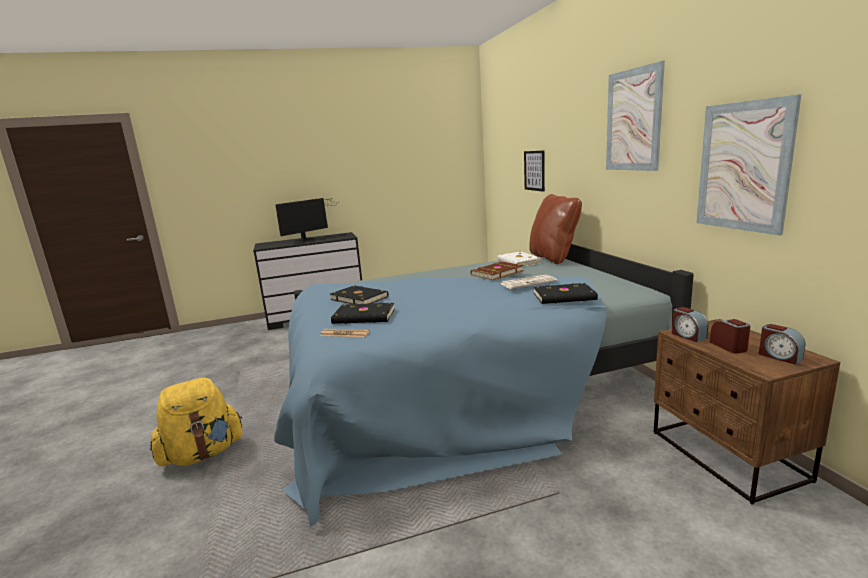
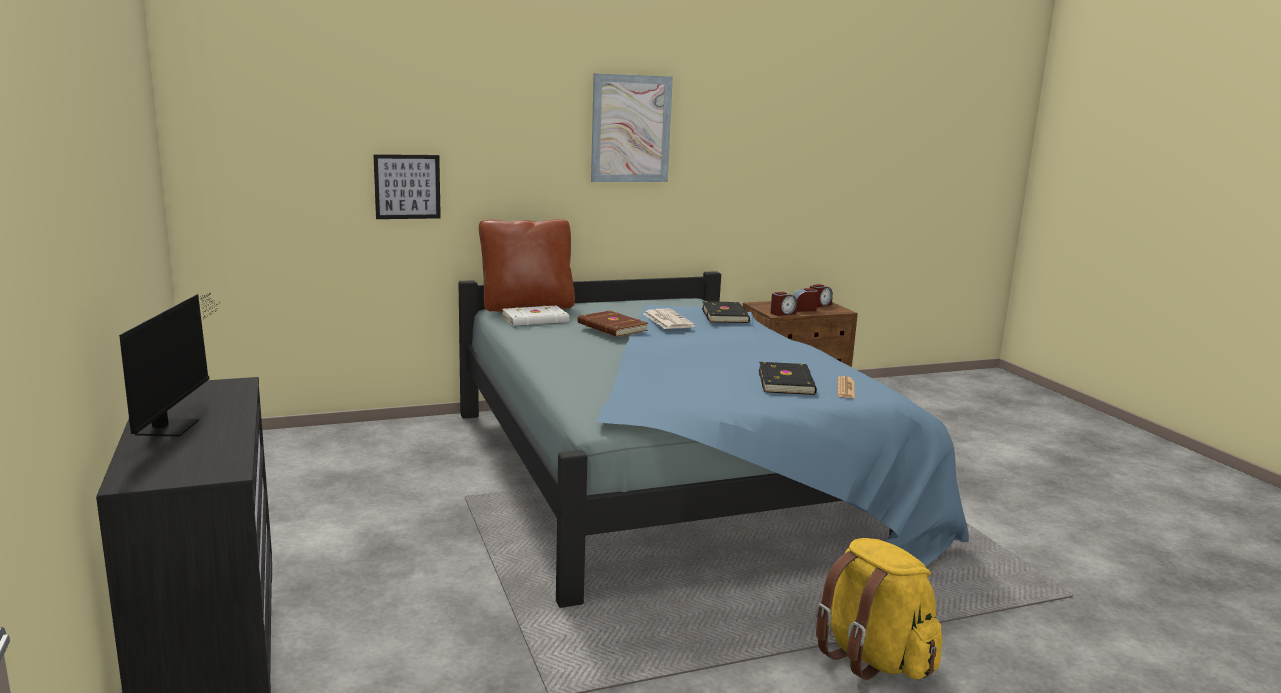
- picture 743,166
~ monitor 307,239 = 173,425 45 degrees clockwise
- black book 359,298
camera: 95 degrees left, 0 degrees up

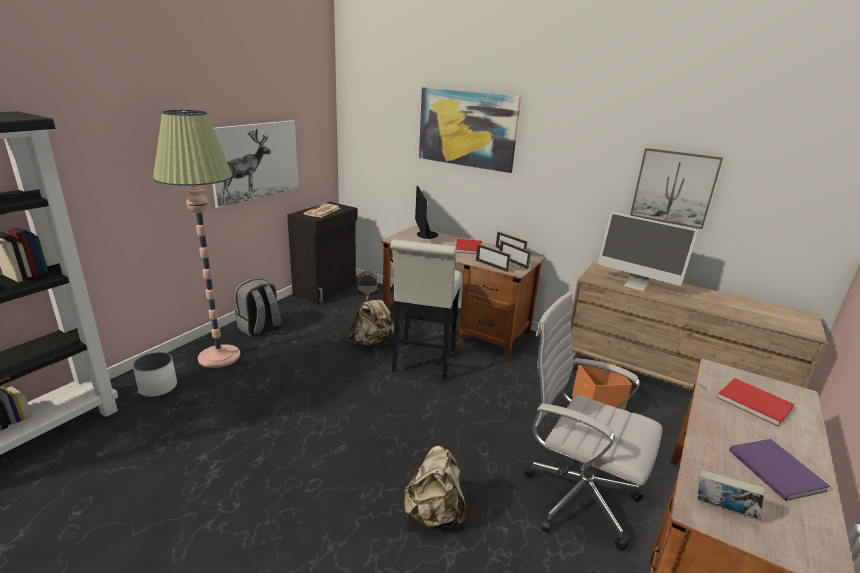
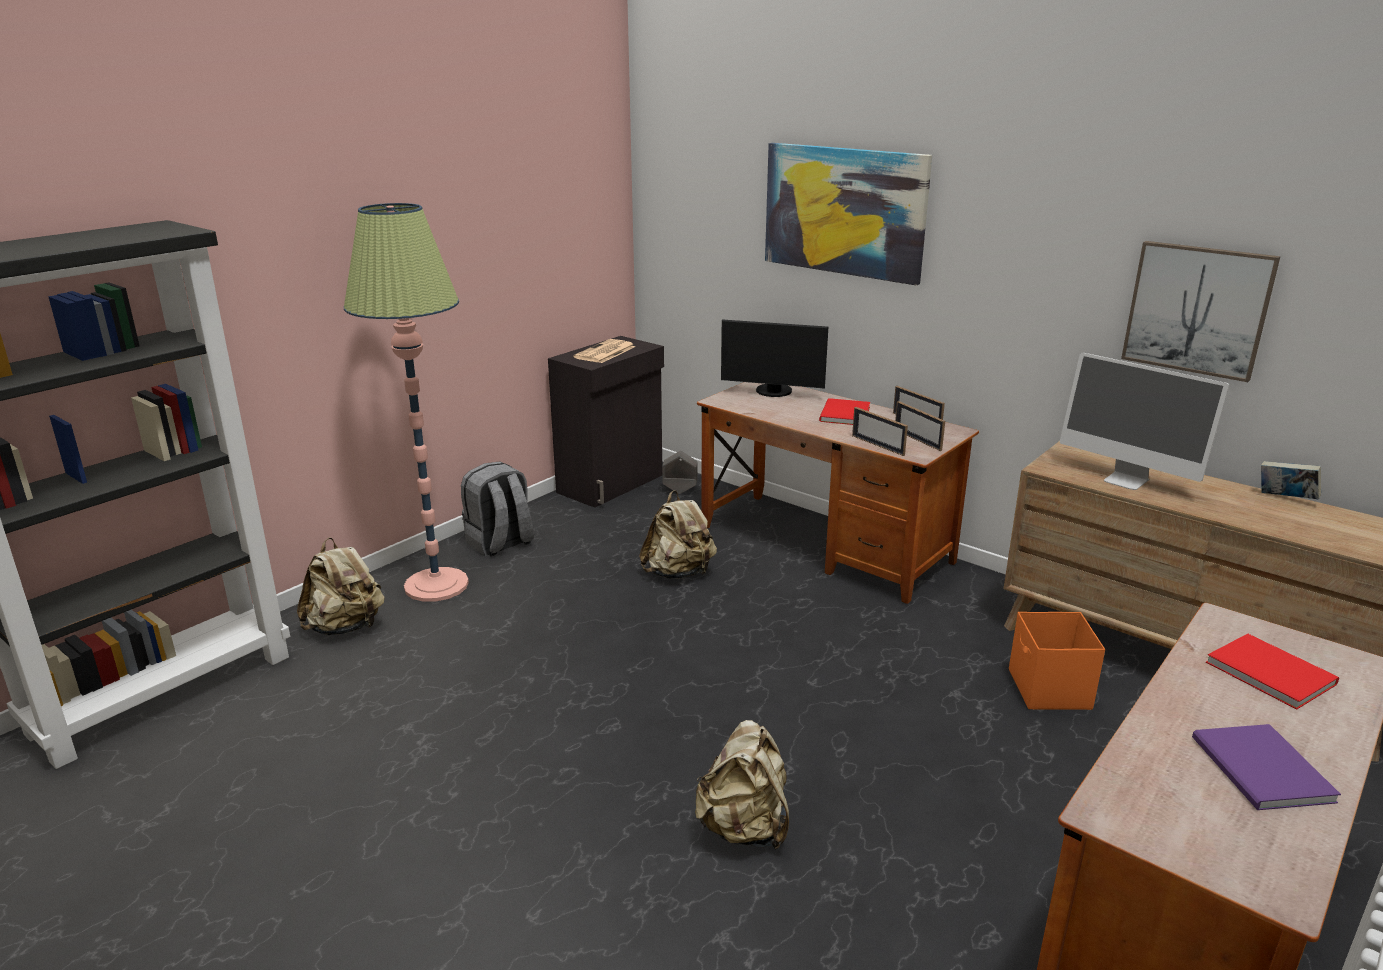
- picture 255,161
~ monitor 424,235 = 773,392 75 degrees counterclockwise
- white stool 422,364
- white office chair 574,497
~ white planter 158,387 to beige backpack 346,627
~ book 722,510 to 1285,498
camera: 10 degrees right, 0 degrees up

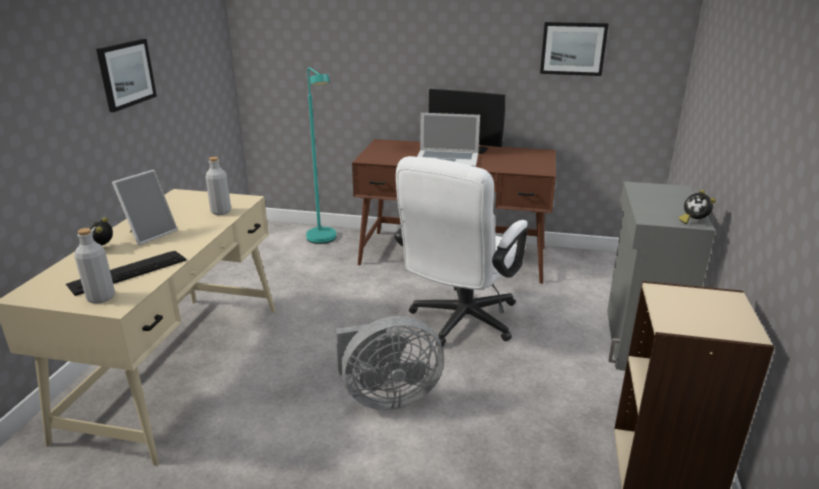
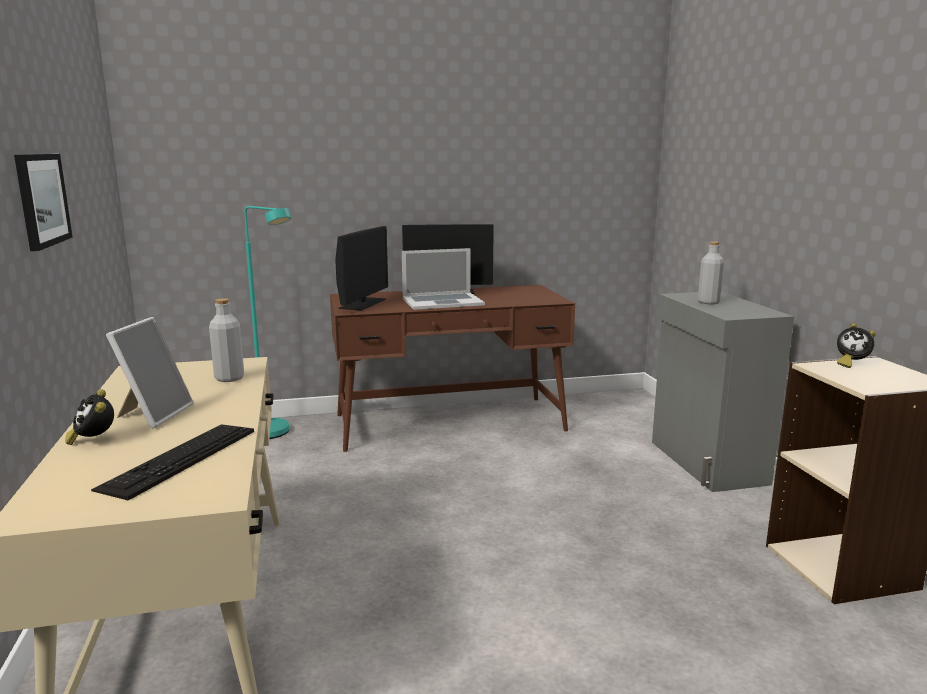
- picture 573,48
- white office chair 459,323
~ alarm clock 693,221 to 850,364
~ grey bottle 101,297 to 708,302
- grey fan 387,397
+ monitor 362,304
camera: 25 degrees left, 10 degrees down

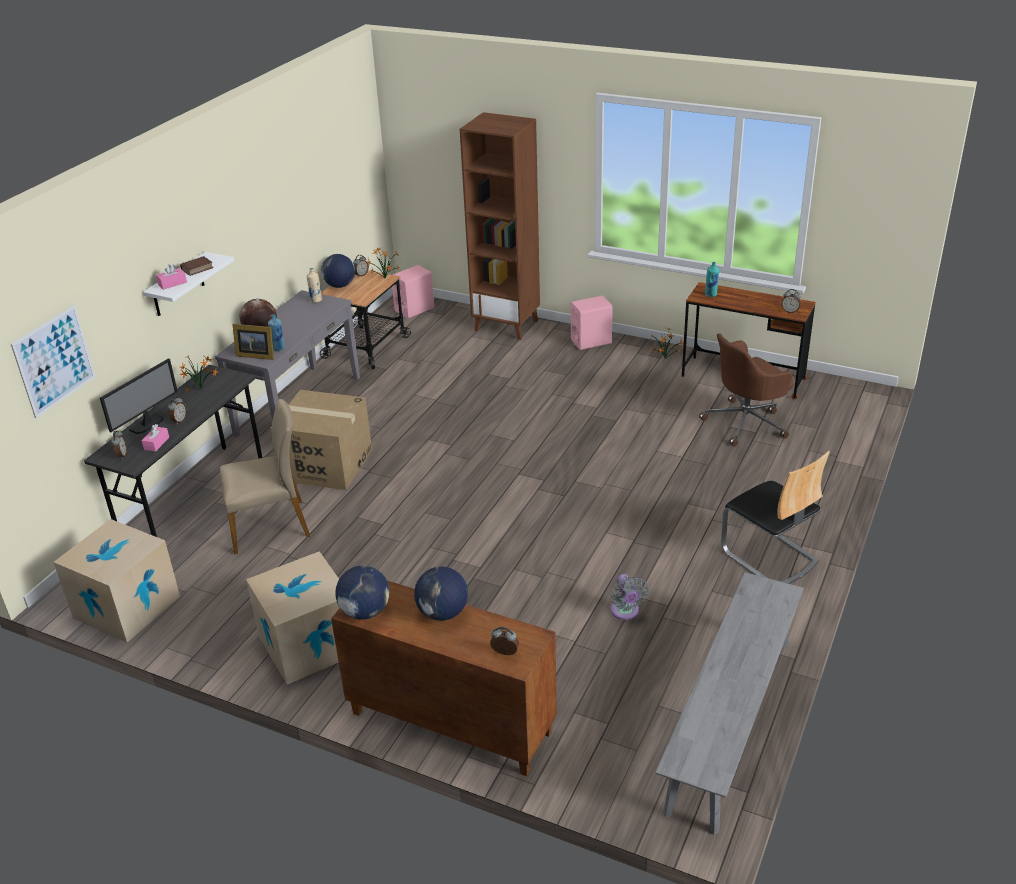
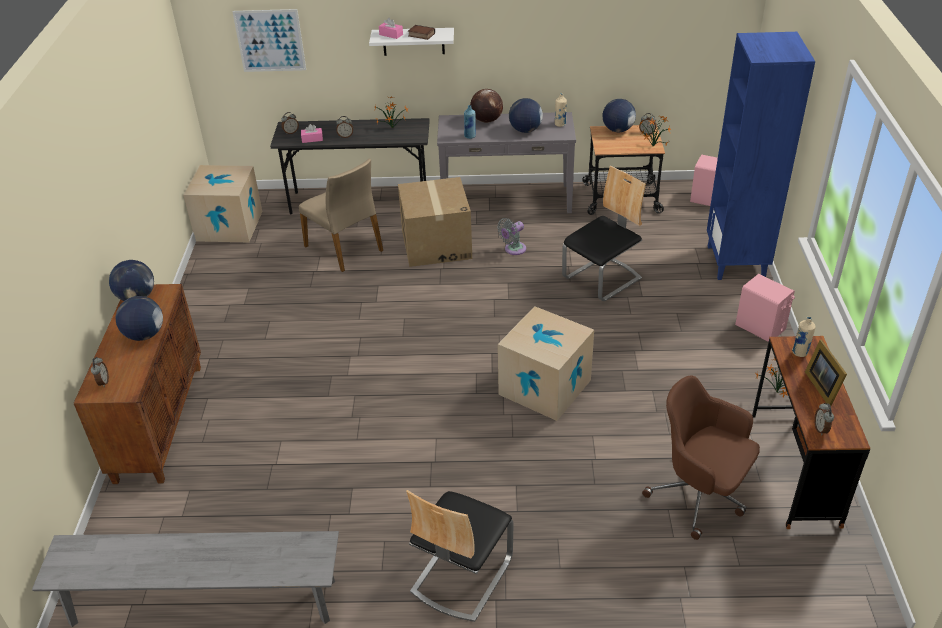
~ brown bookcase 507,325 to blue bookcase 736,262
~ turquoise bottle 711,294 to beige bottle 800,352
~ picture frame 255,355 to 822,386
- monitor 147,424
~ cardboard box 308,644 to 545,387
~ grey fan 625,612 to 513,249
+ globe 525,130
+ chair 602,279
camera: 65 degrees right, 5 degrees up

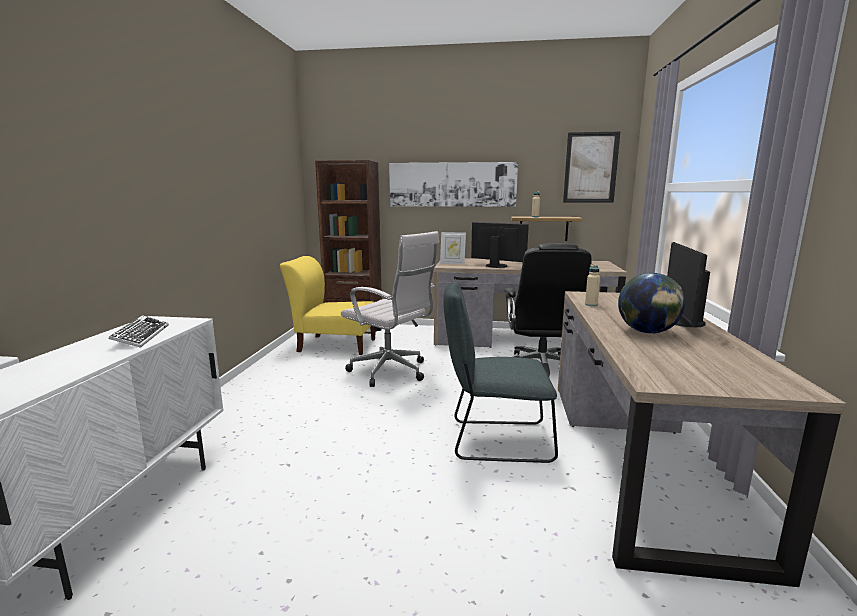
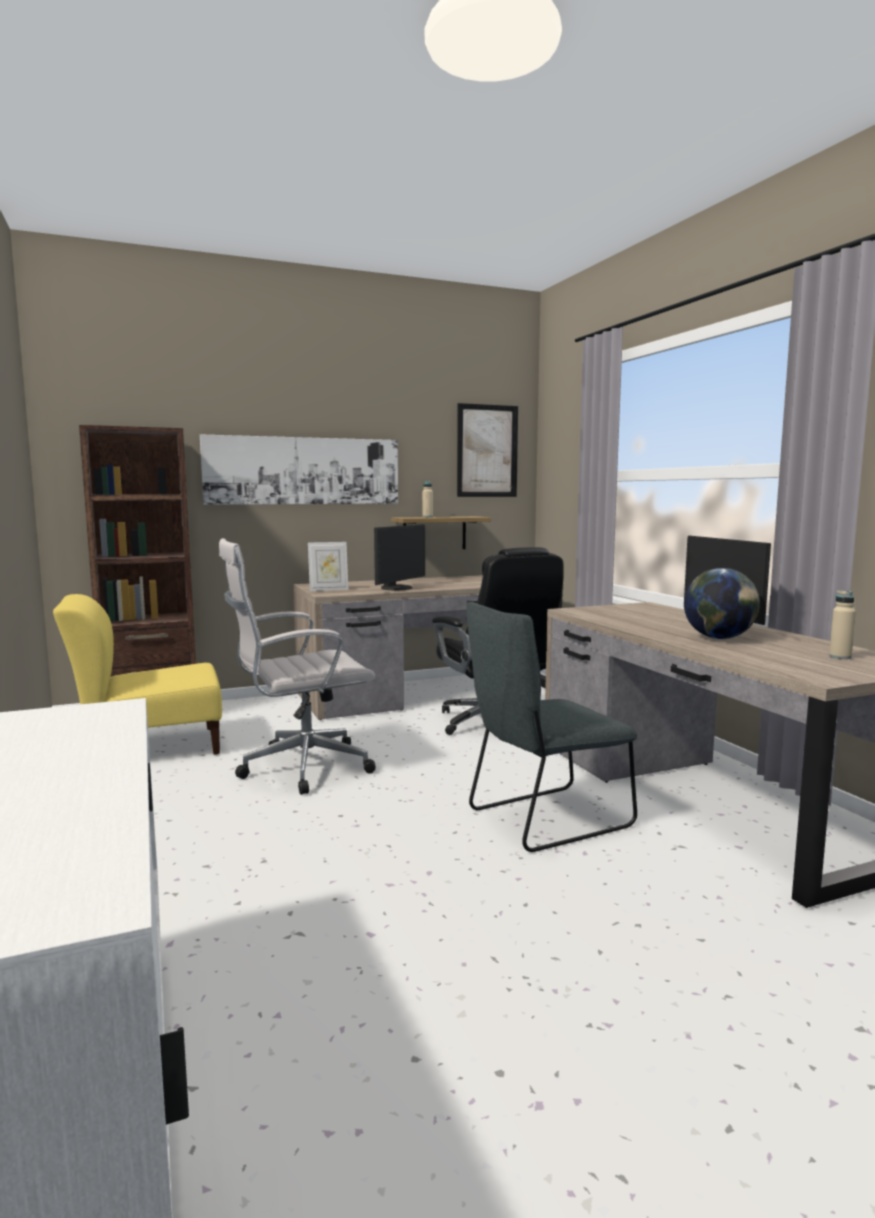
~ monitor 497,266 = 398,588 120 degrees clockwise
~ white office chair 392,372 = 300,768 150 degrees clockwise
~ beige bottle 591,305 to 840,657
- keyboard 141,336
camera: 30 degrees left, 5 degrees down

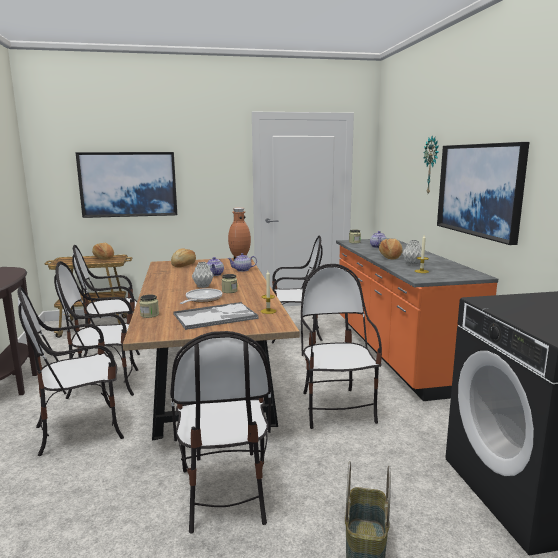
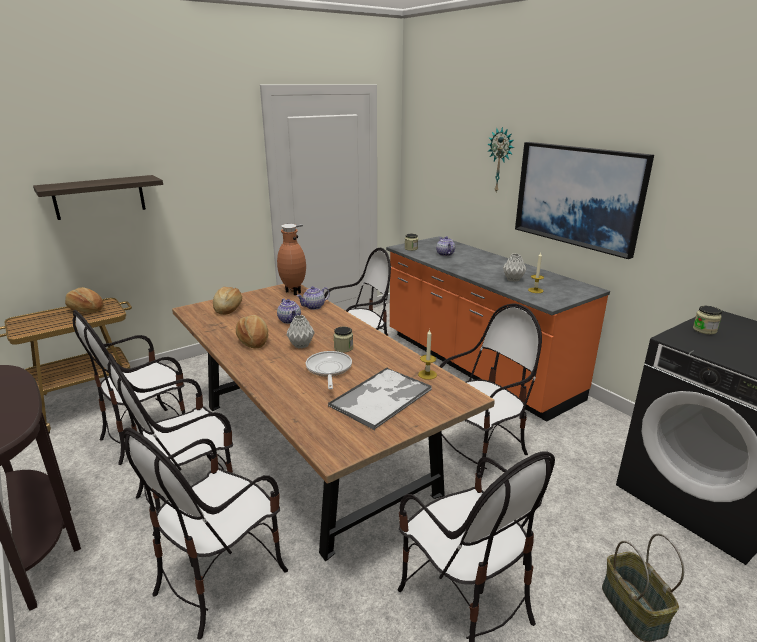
~ picture 128,184 to shelf 99,197
~ bread 390,257 to 254,340
~ chair 336,408 = 479,453 90 degrees clockwise
~ jar 149,315 to 704,330
camera: 25 degrees left, 10 degrees up

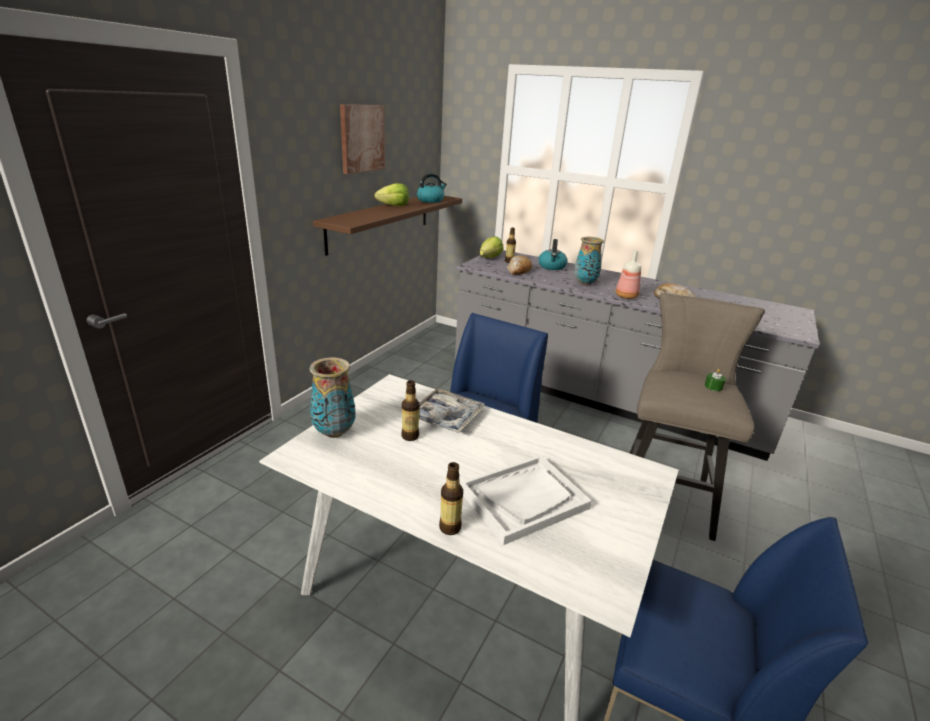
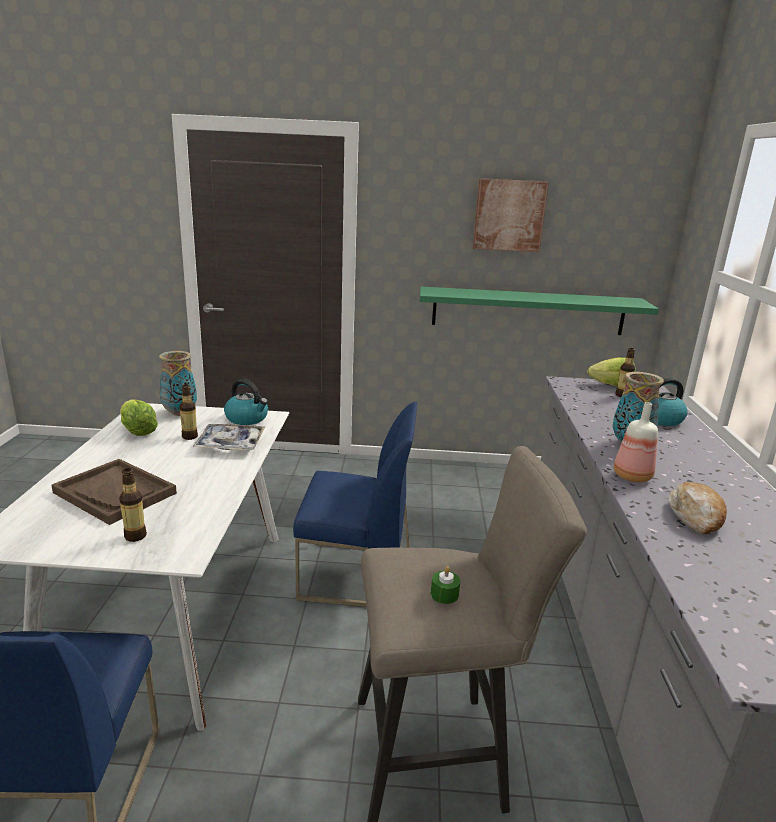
~ kettle 430,200 to 247,418
~ lettuce 394,206 to 137,431
~ brown shelf 380,221 to green shelf 528,311
- bread 518,271
~ white tray 523,499 to brown tray 115,493
~ bottle 450,527 to 135,536
camera: 65 degrees right, 5 degrees down

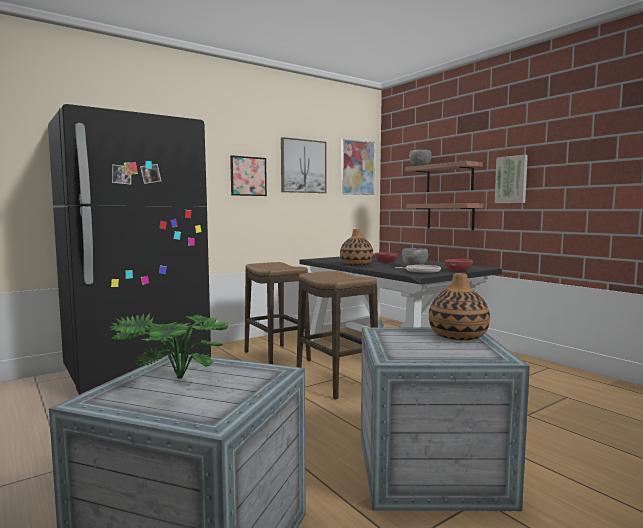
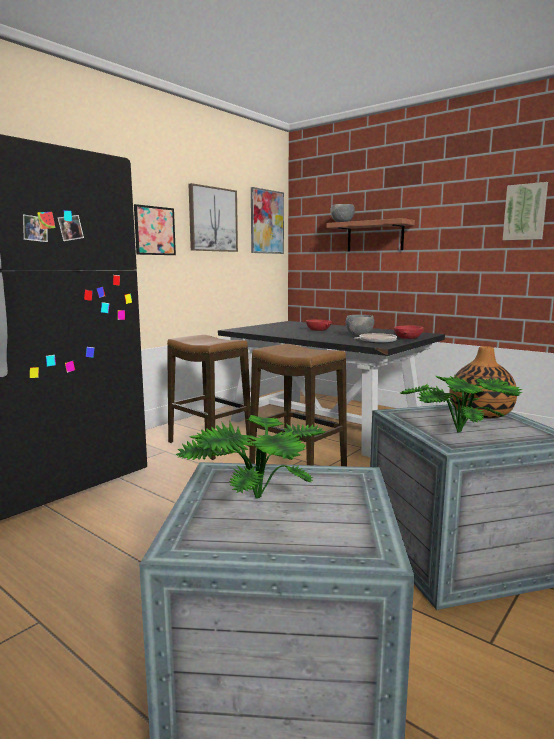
~ picture 511,179 to 525,212
- shelf 450,216
- vase 356,265
+ potted plant 457,434
camera: 15 degrees left, 5 degrees up

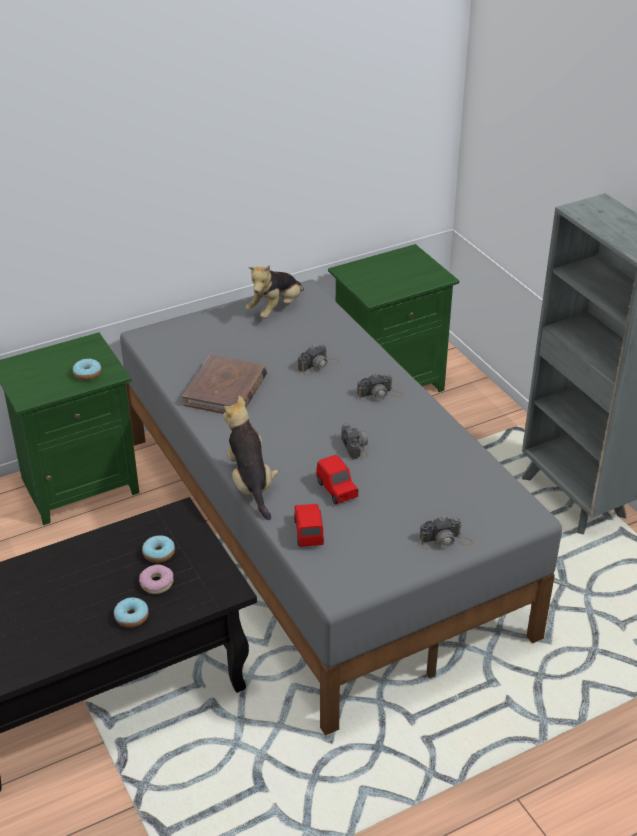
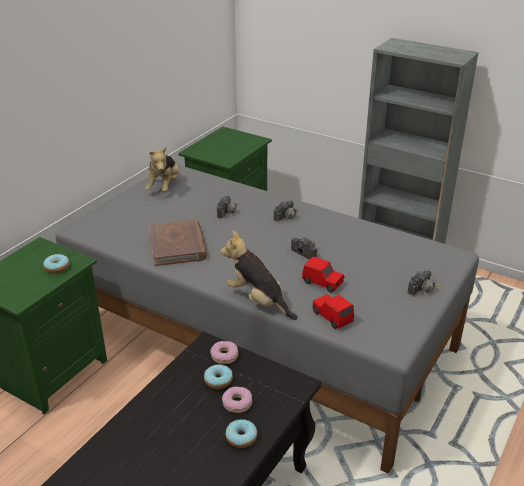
+ donut 224,356
camera: 30 degrees left, 5 degrees down

